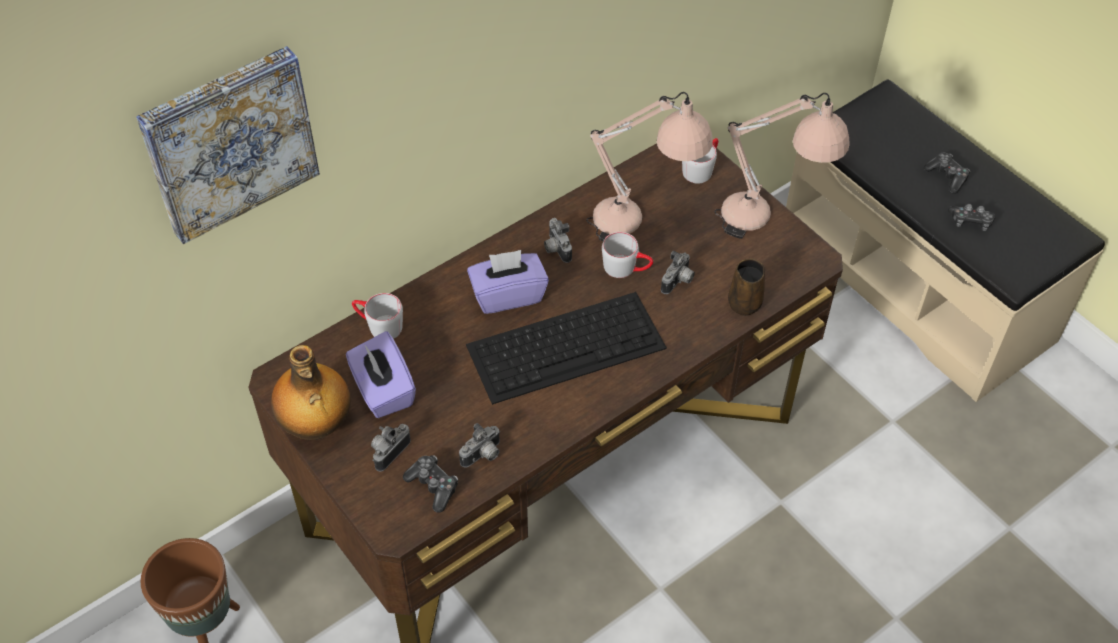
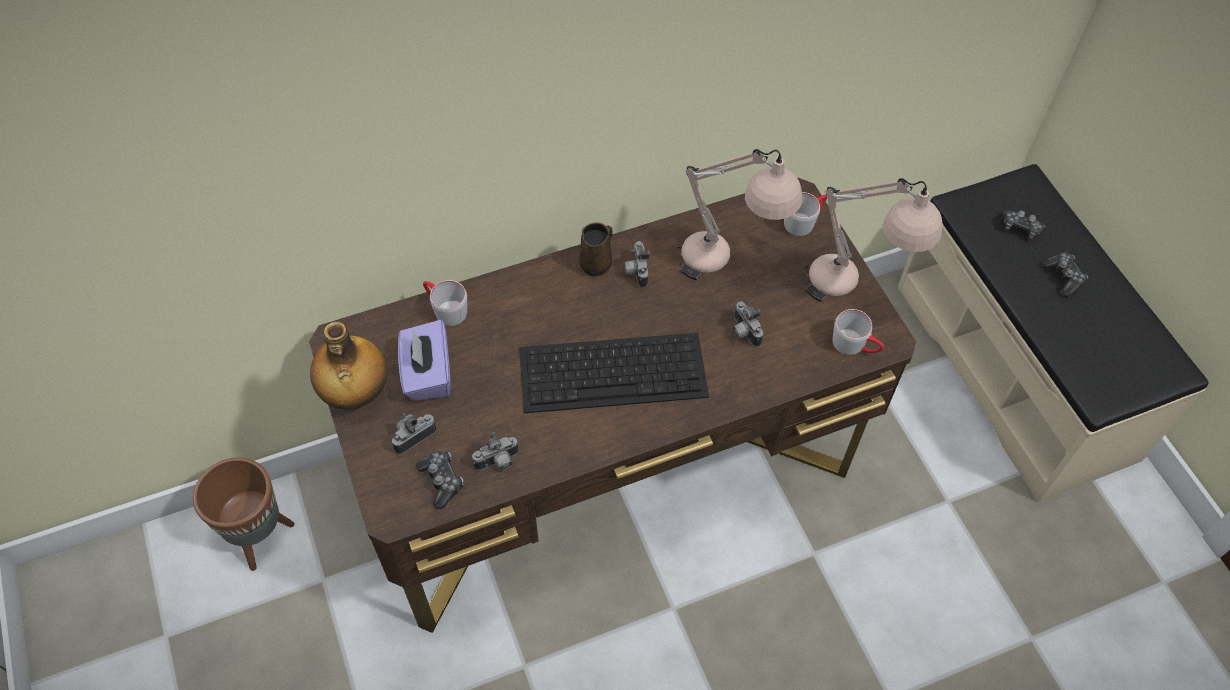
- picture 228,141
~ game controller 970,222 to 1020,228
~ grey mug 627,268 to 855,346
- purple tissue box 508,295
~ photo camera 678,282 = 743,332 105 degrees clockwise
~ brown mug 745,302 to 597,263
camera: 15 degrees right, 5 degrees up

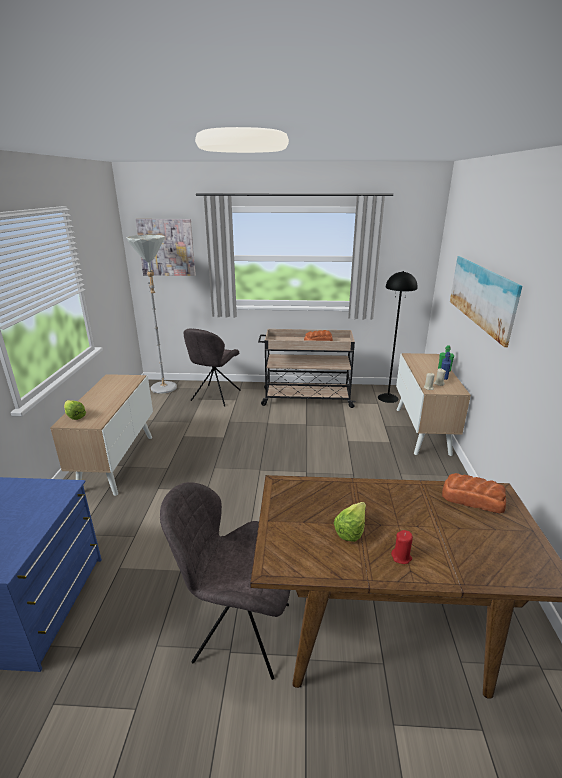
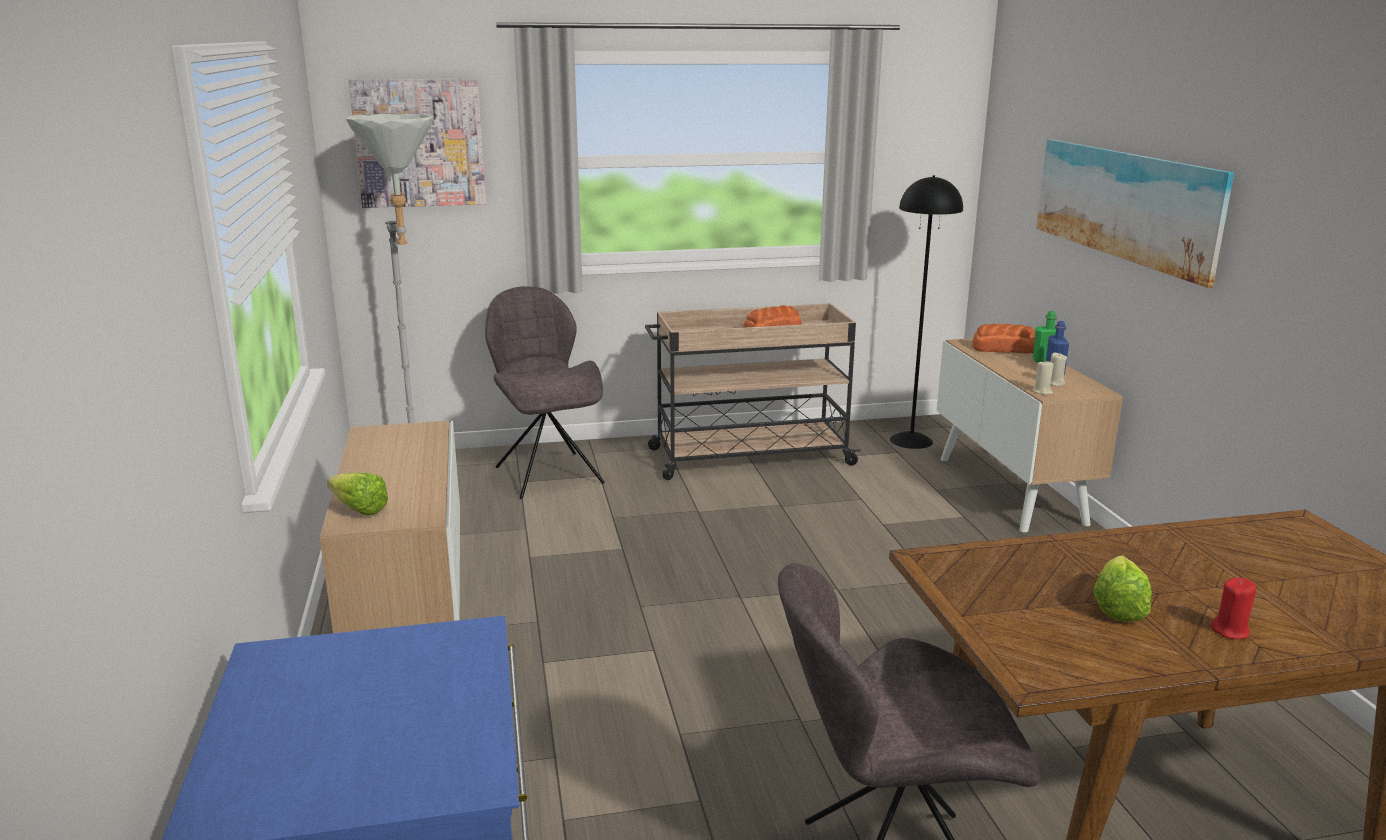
~ grey chair 215,396 = 548,473 150 degrees clockwise
~ bread 472,498 to 1003,349
camera: 15 degrees left, 5 degrees down

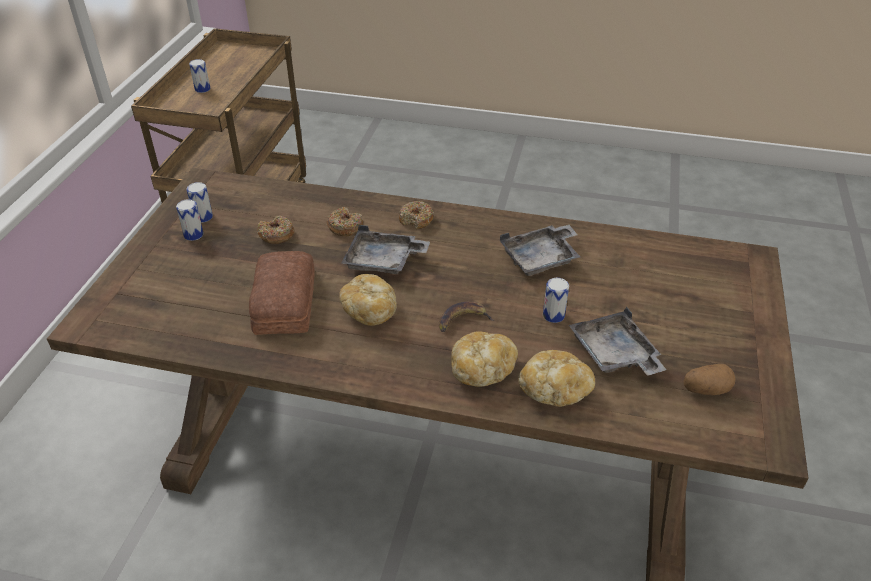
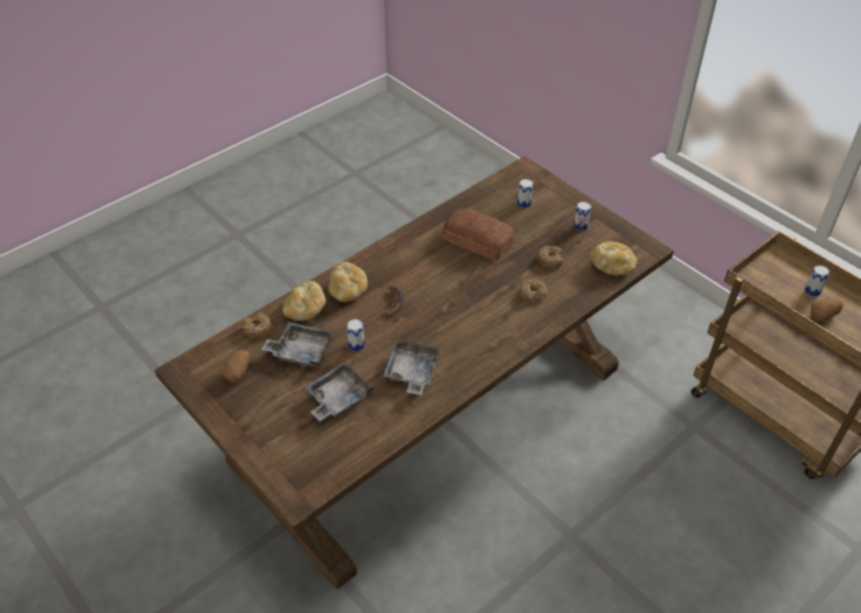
~ can 203,217 to 524,203
~ donut 416,220 to 257,329
~ grey tray 383,261 to 337,398
~ bread 369,310 to 612,266
+ potato 823,315
camera: 125 degrees right, 5 degrees up

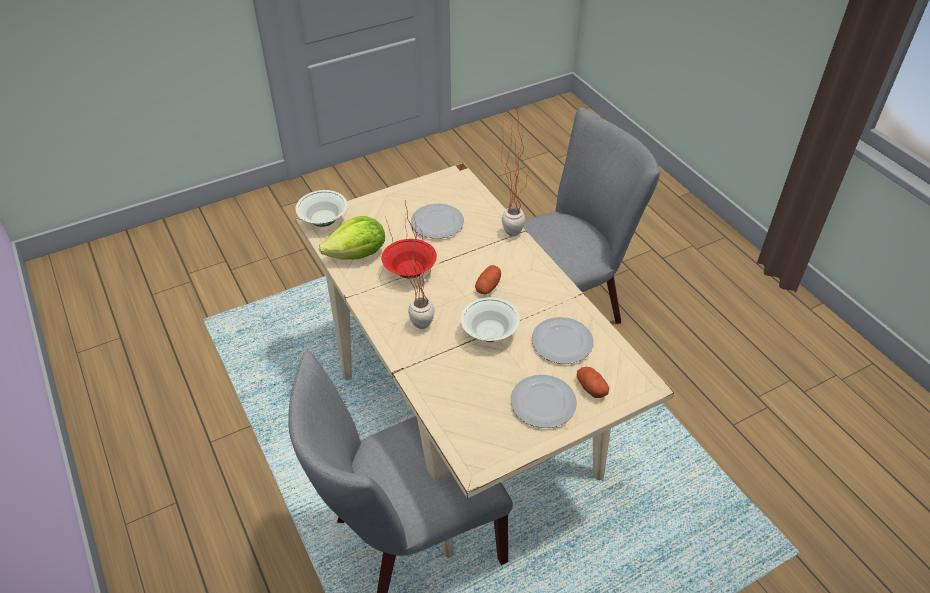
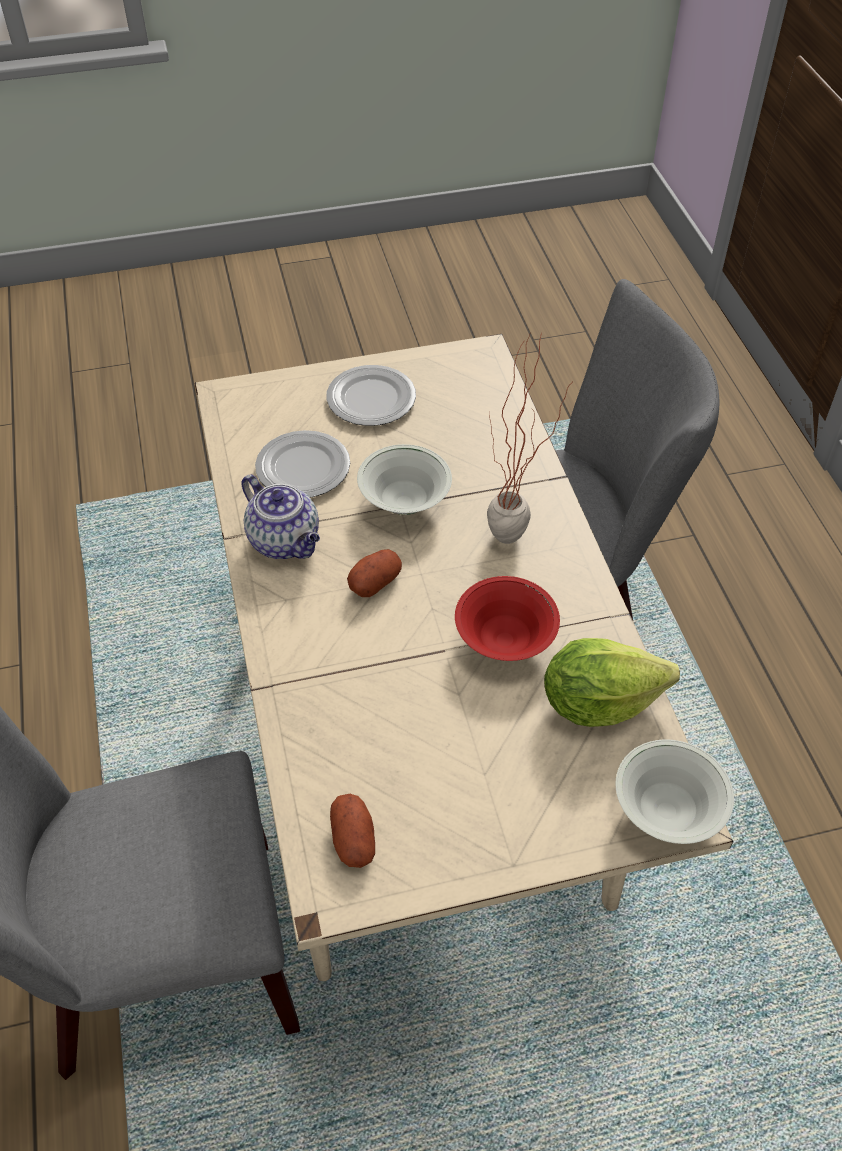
- potted plant 512,228
- plate 437,223
~ potato 591,388 to 353,839
+ teapot 286,541
camera: 165 degrees left, 5 degrees up

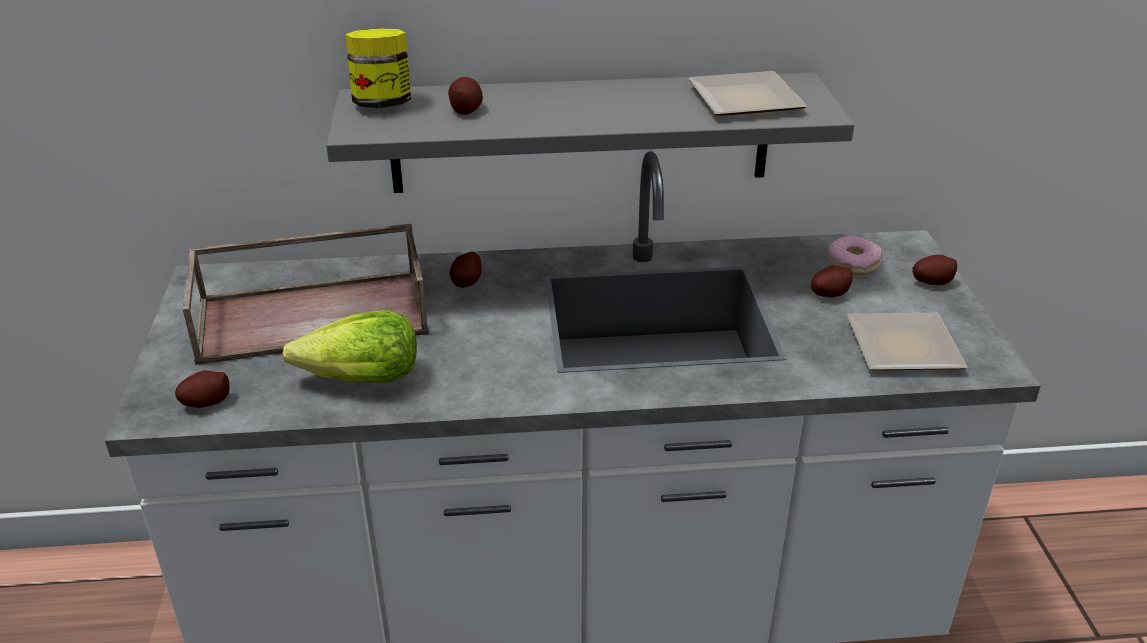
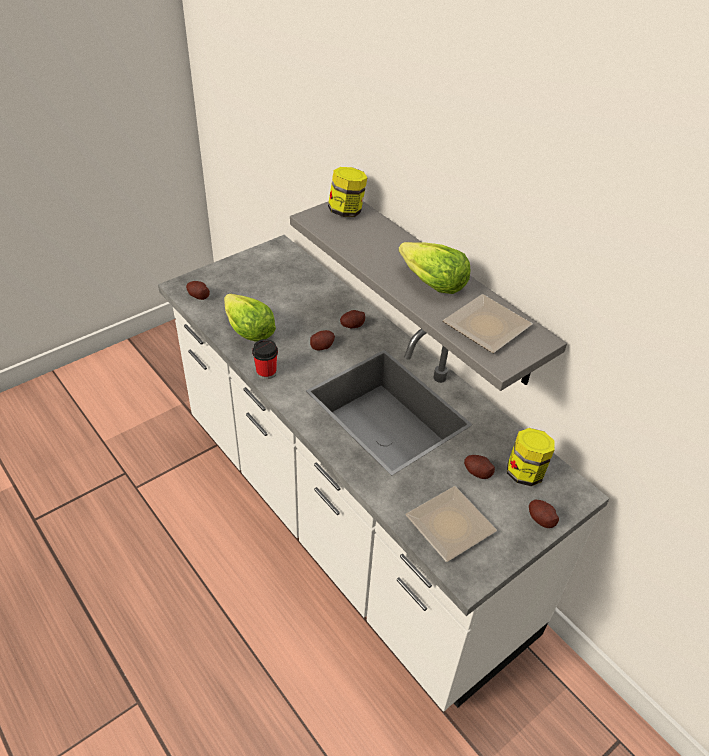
~ potato 465,109 to 322,346
- brown tray 315,315
~ donut 853,263 to jar 525,472
+ lettuce 432,283
+ cup 266,372
camera: 55 degrees right, 10 degrees up

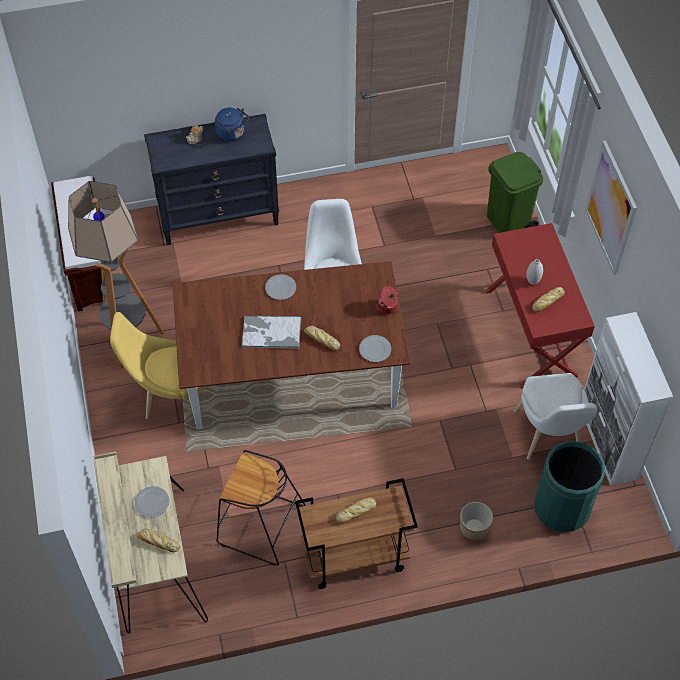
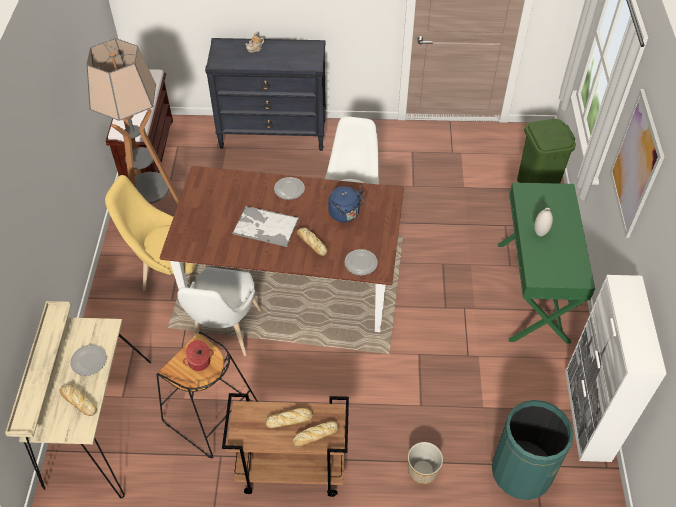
~ blue kettle 232,134 to 345,214
~ red console table 531,333 to green console table 533,291
~ cooking pot 387,307 to 199,362
~ bread 547,302 to 315,436
~ white chair 549,437 to 225,333
camera: 15 degrees right, 5 degrees down

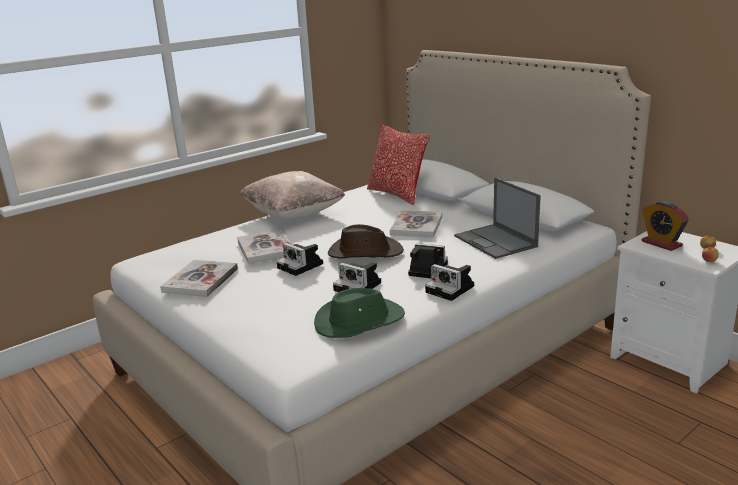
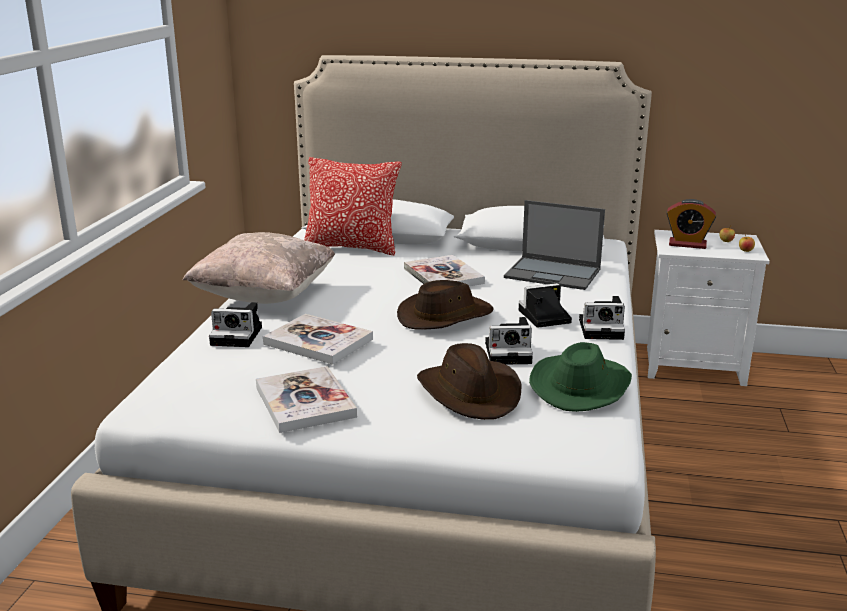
~ photo camera 302,266 to 239,336
+ brown hat 470,392
camera: 40 degrees left, 0 degrees up

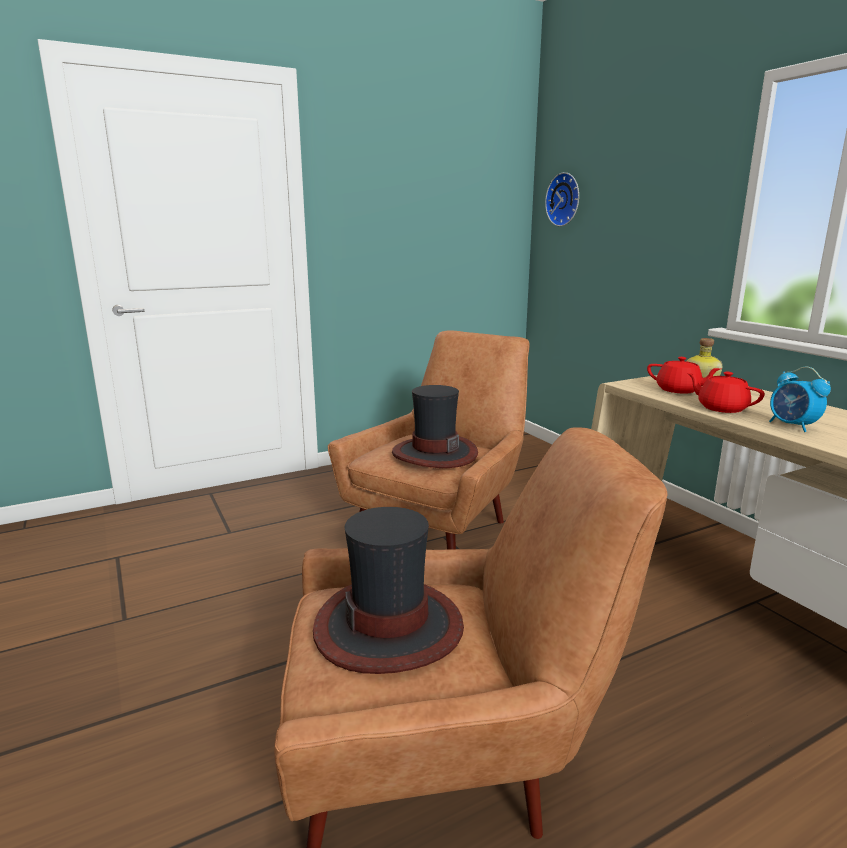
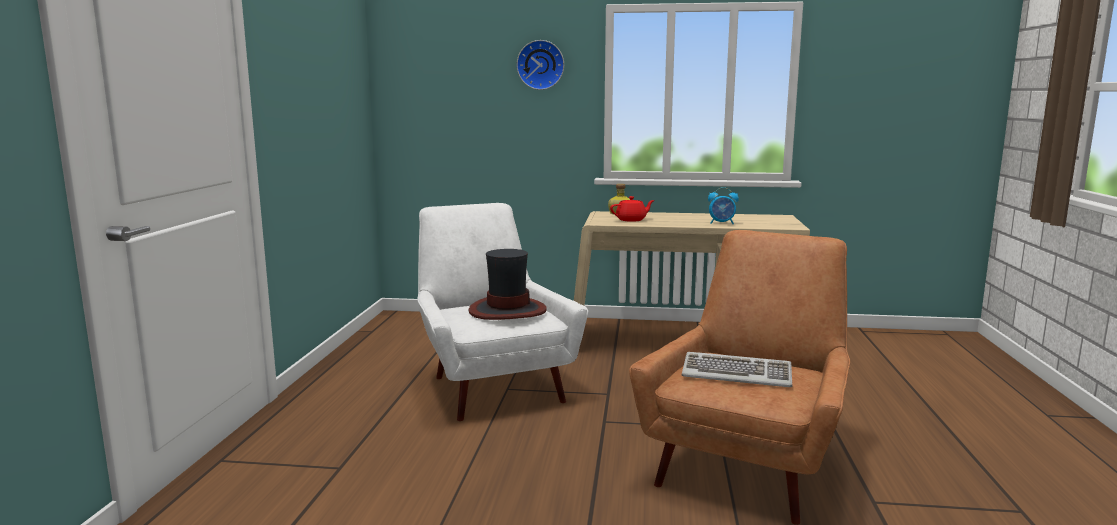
~ wall clock 565,199 to 540,65
~ brown armchair 441,526 to white armchair 490,384
- red teapot 721,408
~ hat 389,626 to keyboard 737,374
camera: 55 degrees left, 5 degrees down

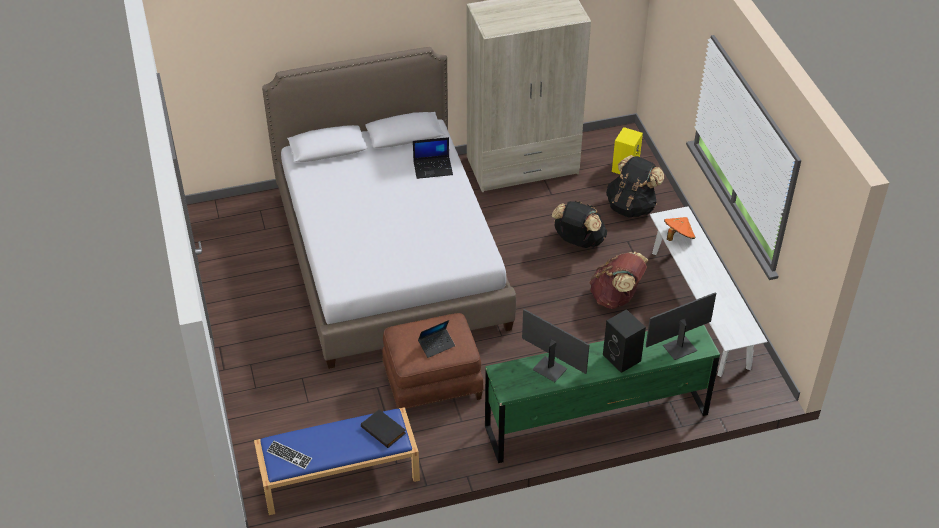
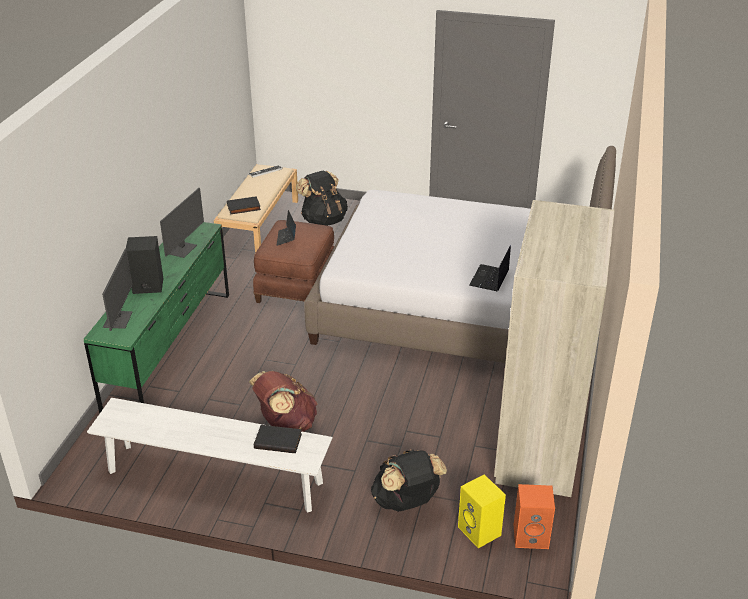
~ black backpack 578,241 to 323,220
~ orange hat 678,237 to black book 278,440
~ monitor 550,368 = 182,249 45 degrees counterclockwise
~ blue bench 338,475 to beige bench 259,225
+ orange speaker 531,536
camera: 120 degrees right, 10 degrees down

